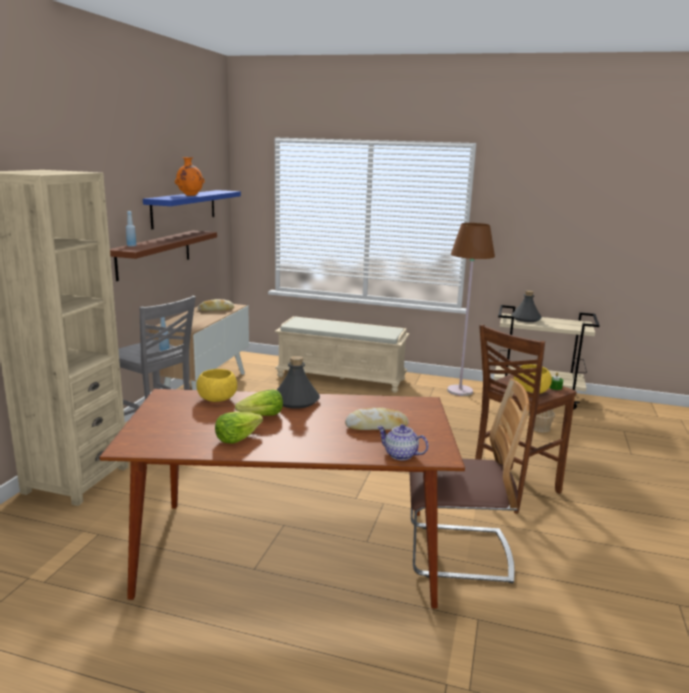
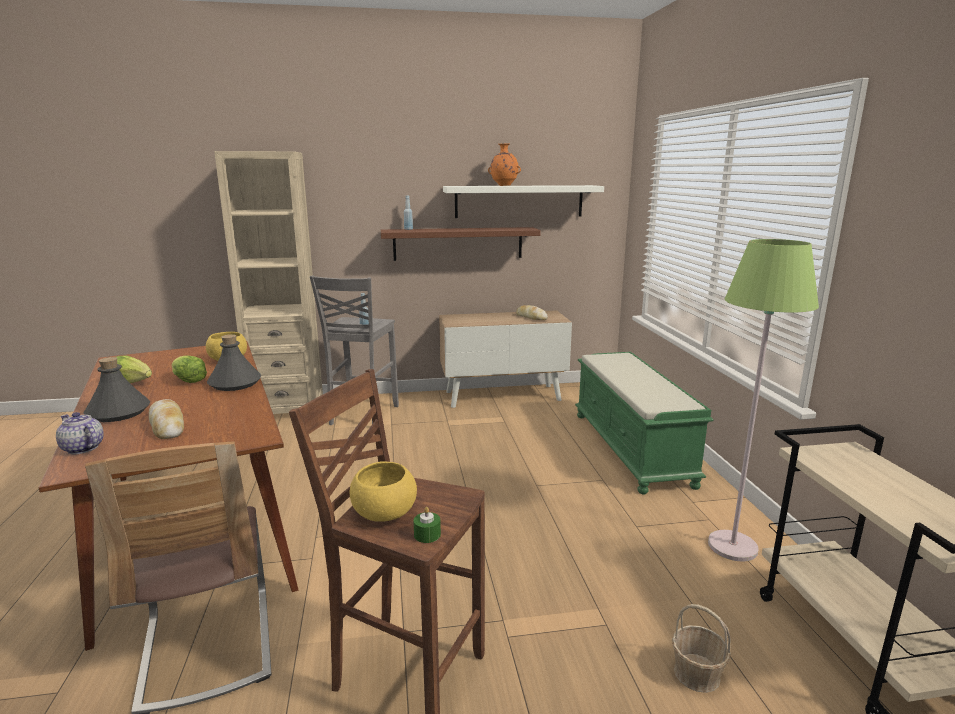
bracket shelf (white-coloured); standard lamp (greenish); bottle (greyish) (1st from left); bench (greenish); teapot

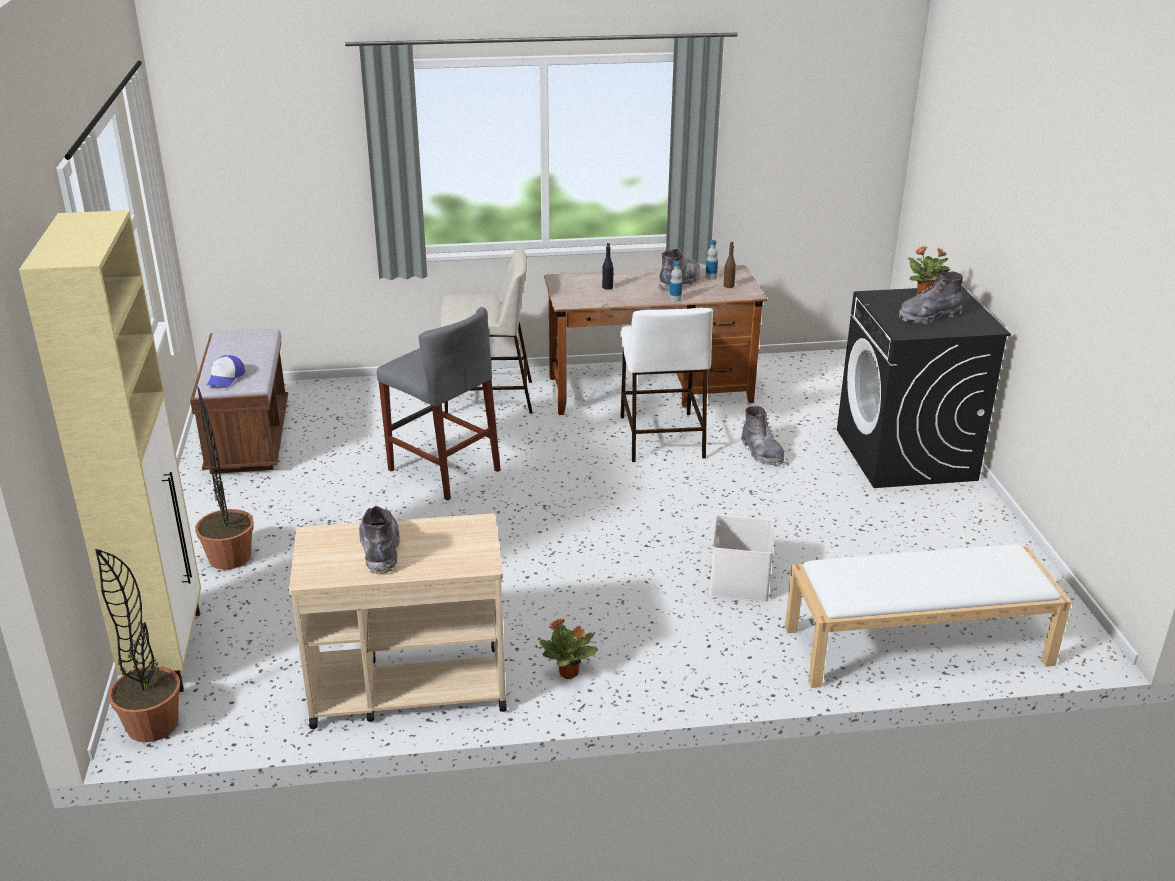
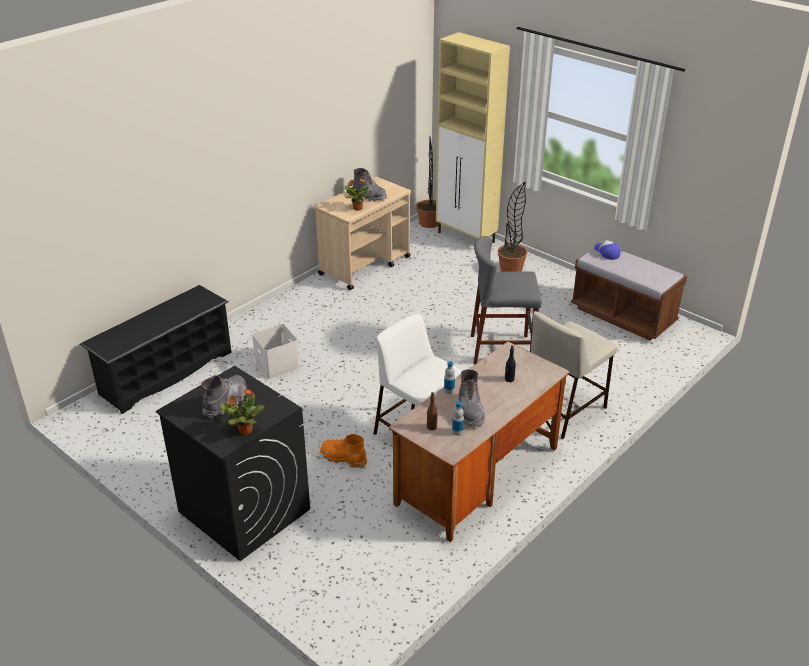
tall boot (orangey); shoe rack (blackish); houseplant (2nd from left)

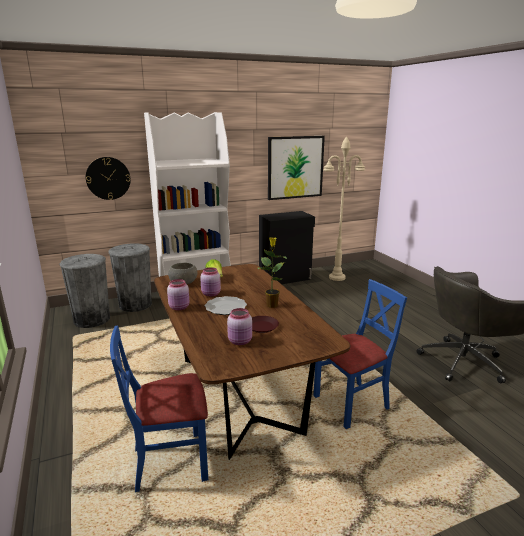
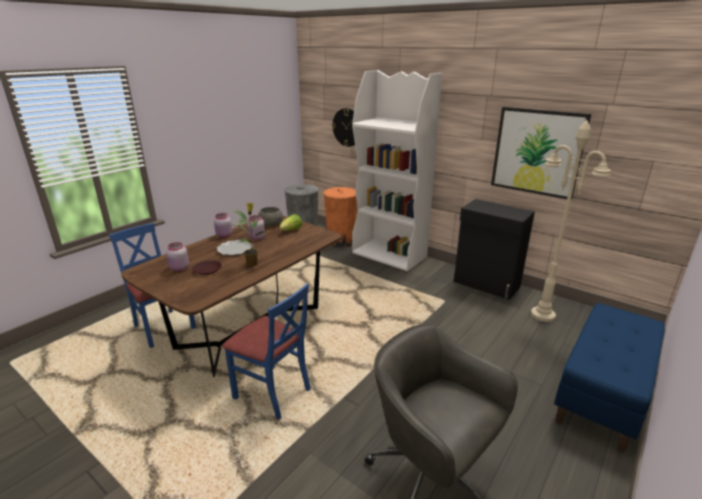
trash can (orangey); bench (bluish)

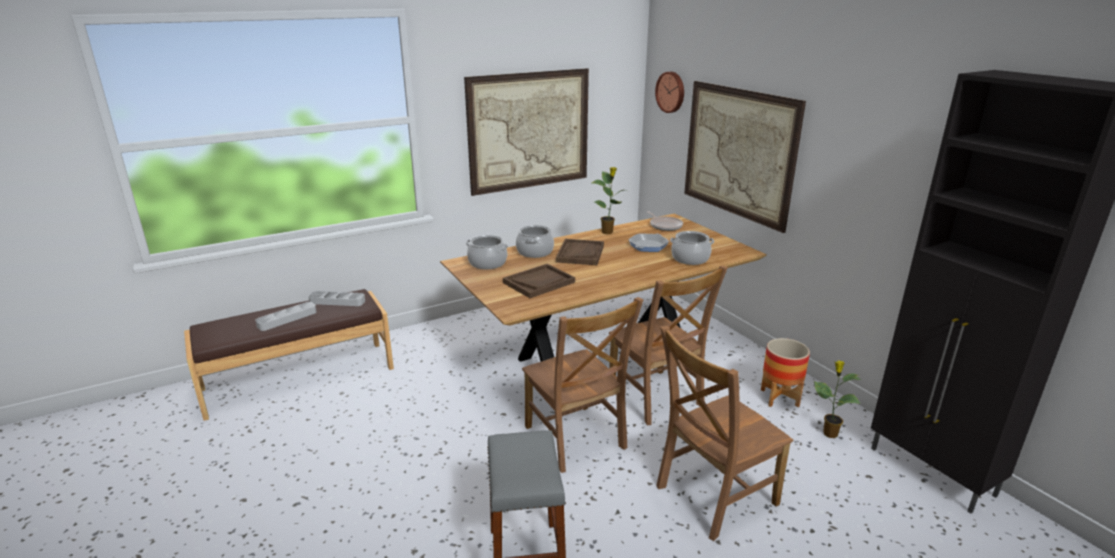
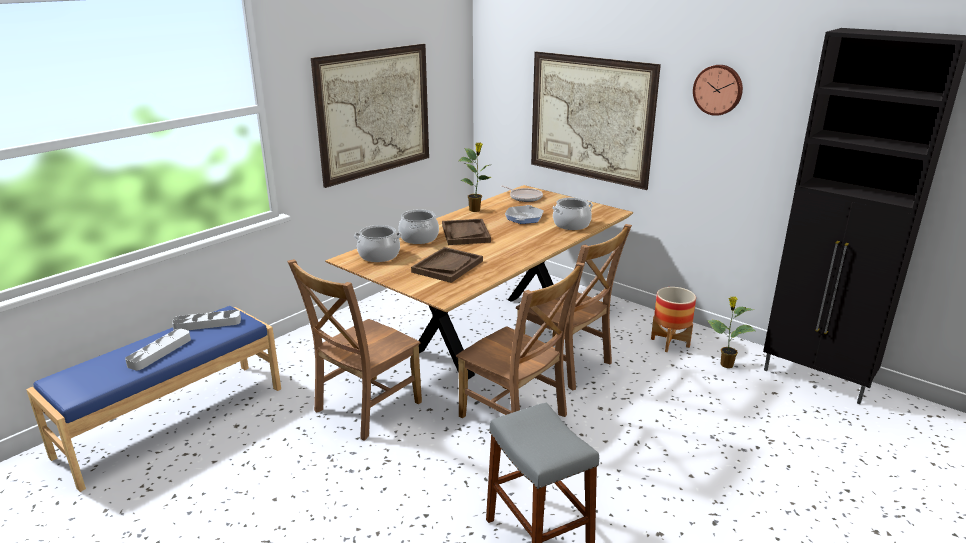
wall clock; bench (bluish); upright chair (brownish) (1st from left)

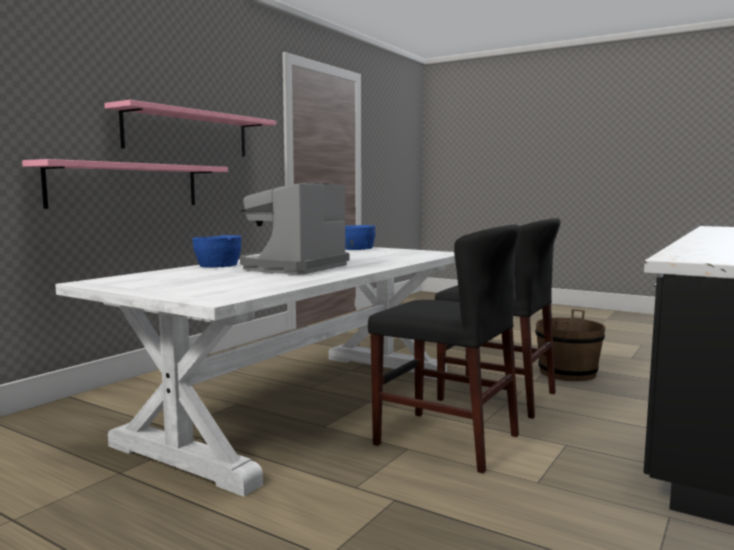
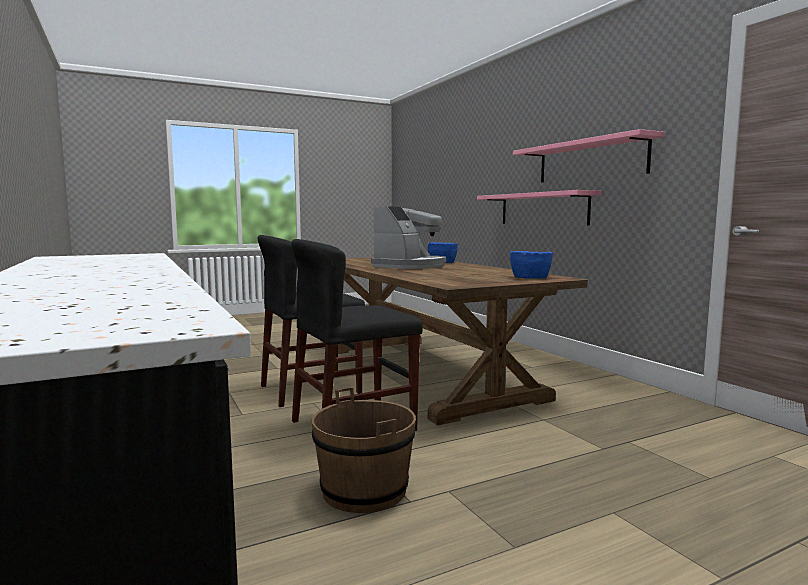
coffee brewer; dinner table (brownish)

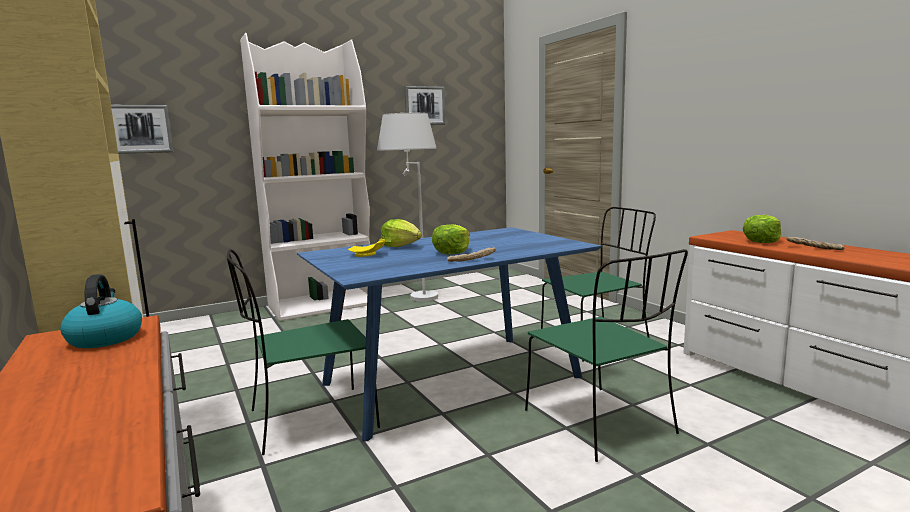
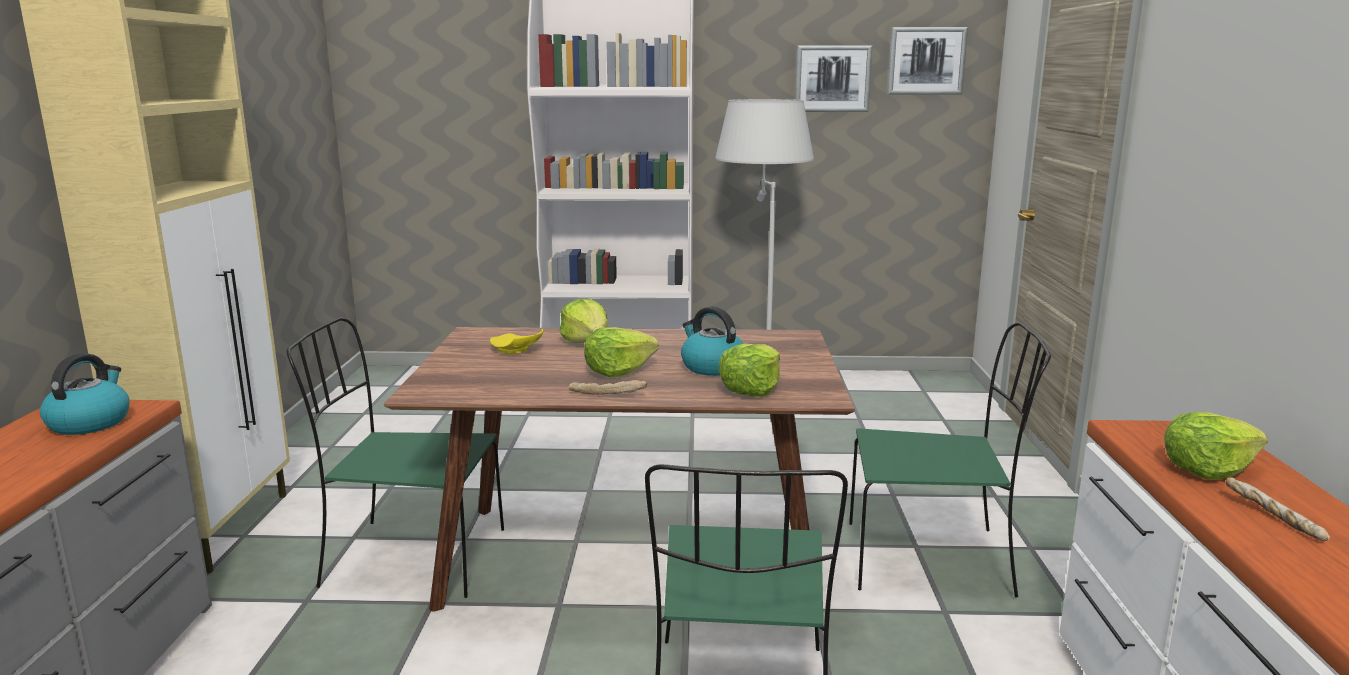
wall picture (2nd from left); dinner table (brownish); tea kettle (2nd from left); head of lettuce (3rd from left)

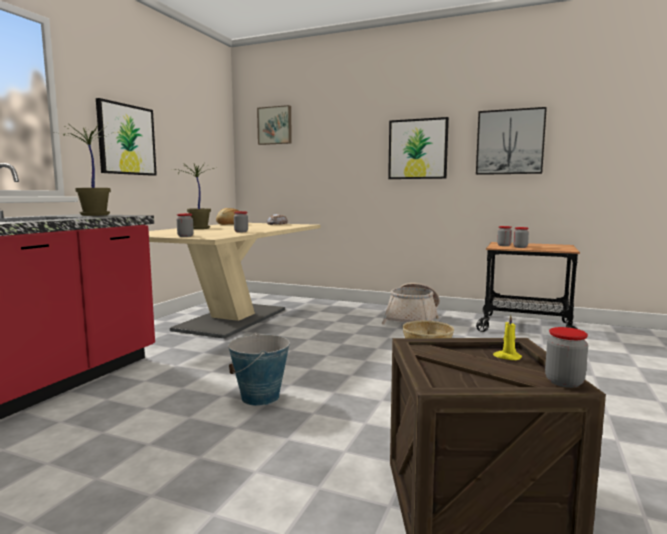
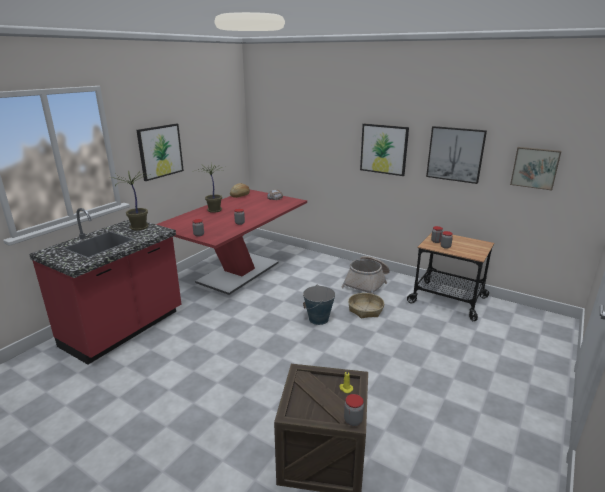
wall picture (4th from left); dinner table (reddish); pail

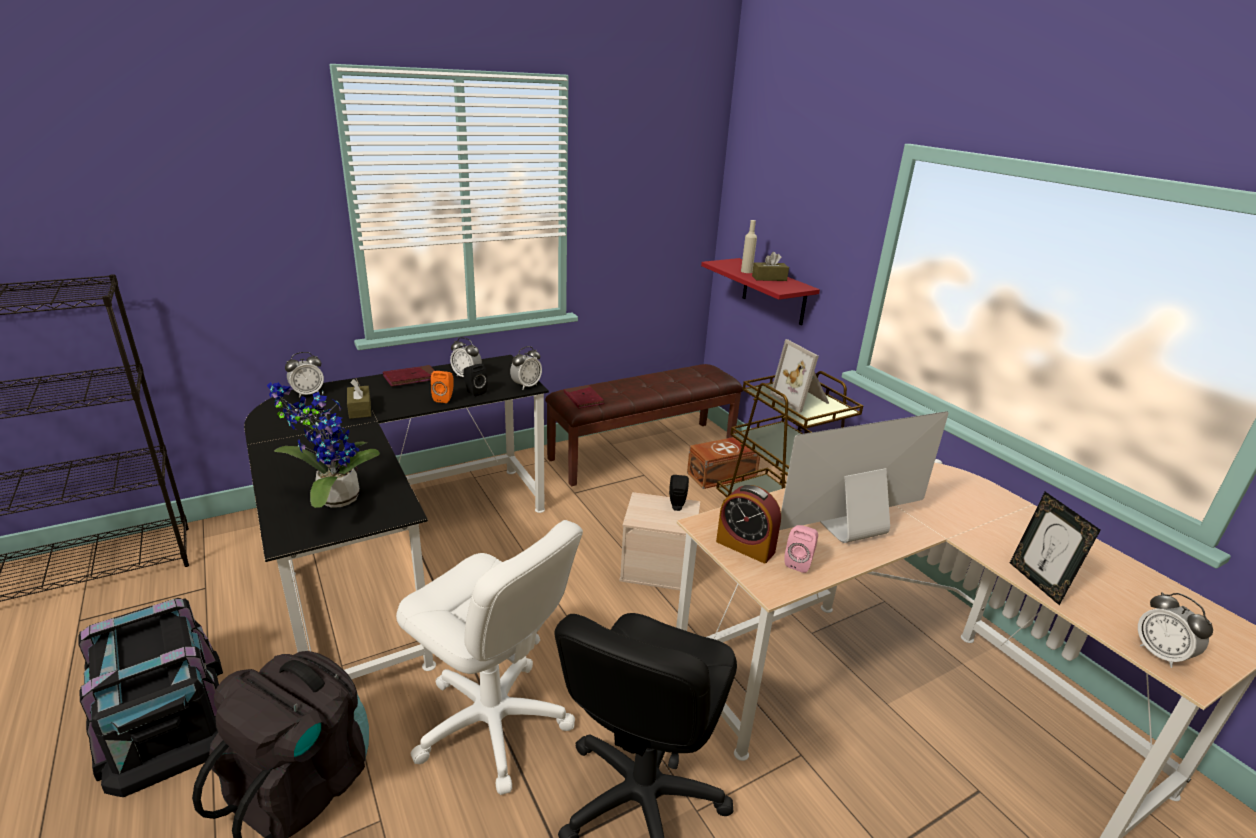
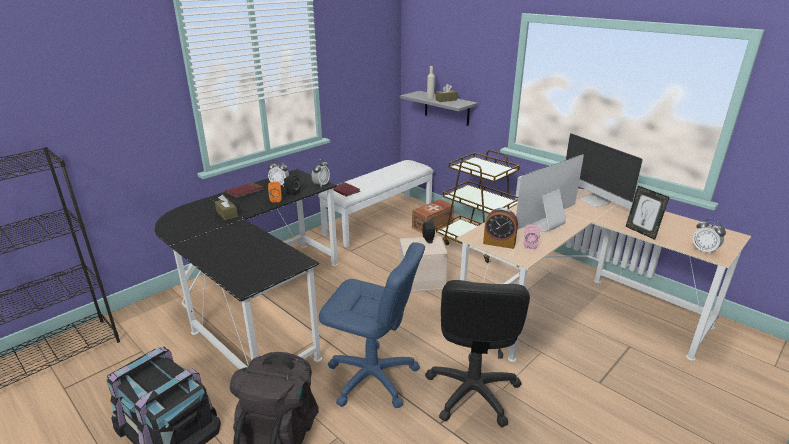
bracket shelf (greyish); photo frame (1st from left in the first image); bedside clock (1st from left in the first image); bench (white-coloured); houseplant; computer chair (bluish); monitor (2nd from left)

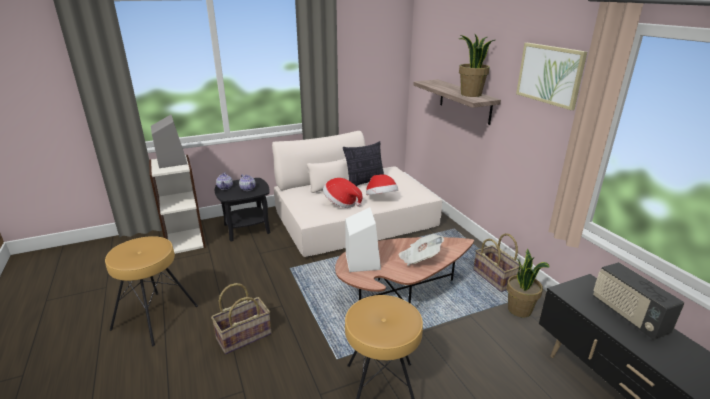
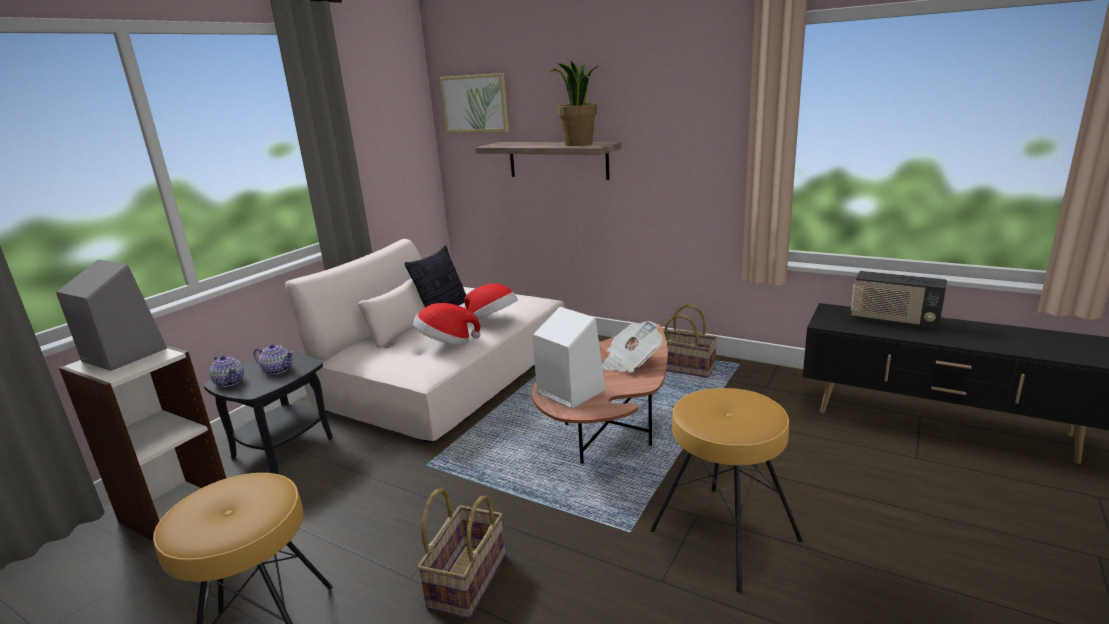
wall picture; houseplant (2nd from left in the first image)

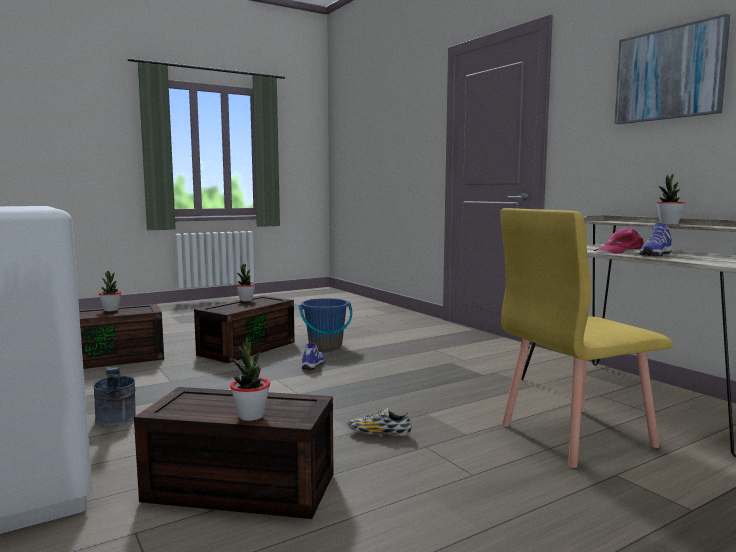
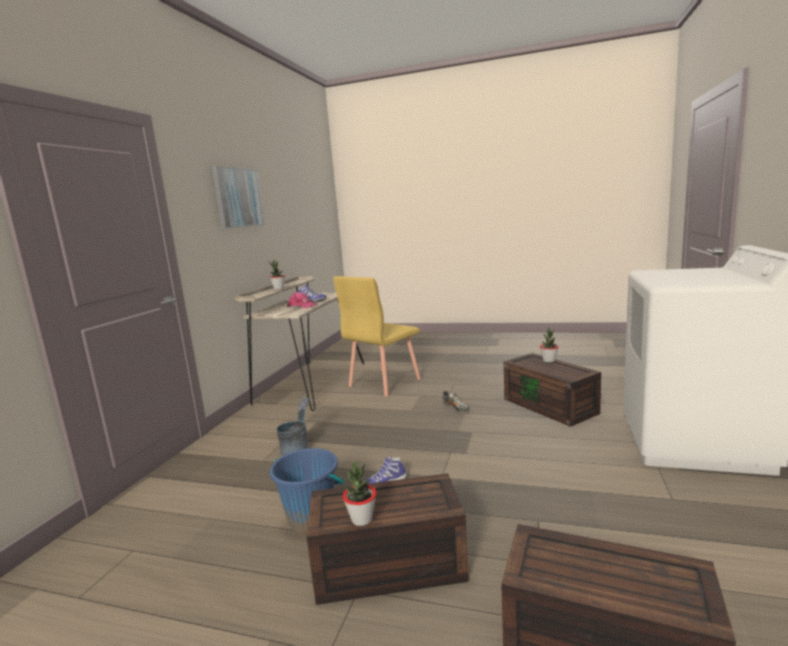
upright chair (yellowish); houseplant (1st from left in the first image); pail (greyish)

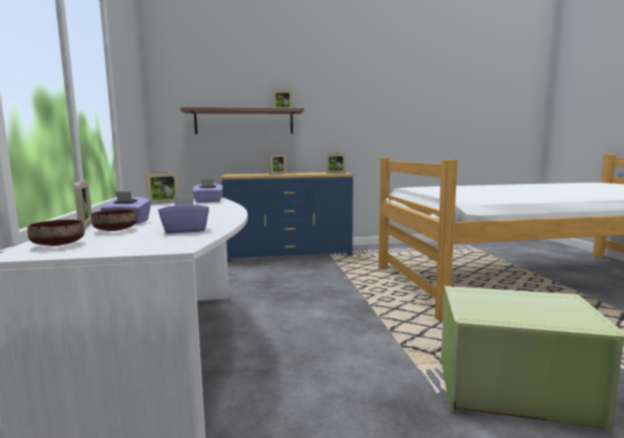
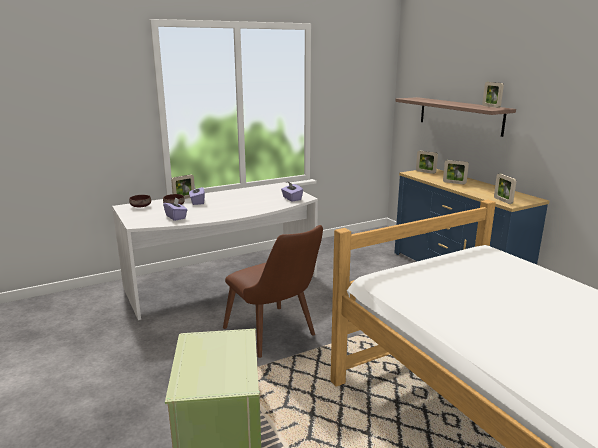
photo frame (2nd from left); upright chair (brownish)

